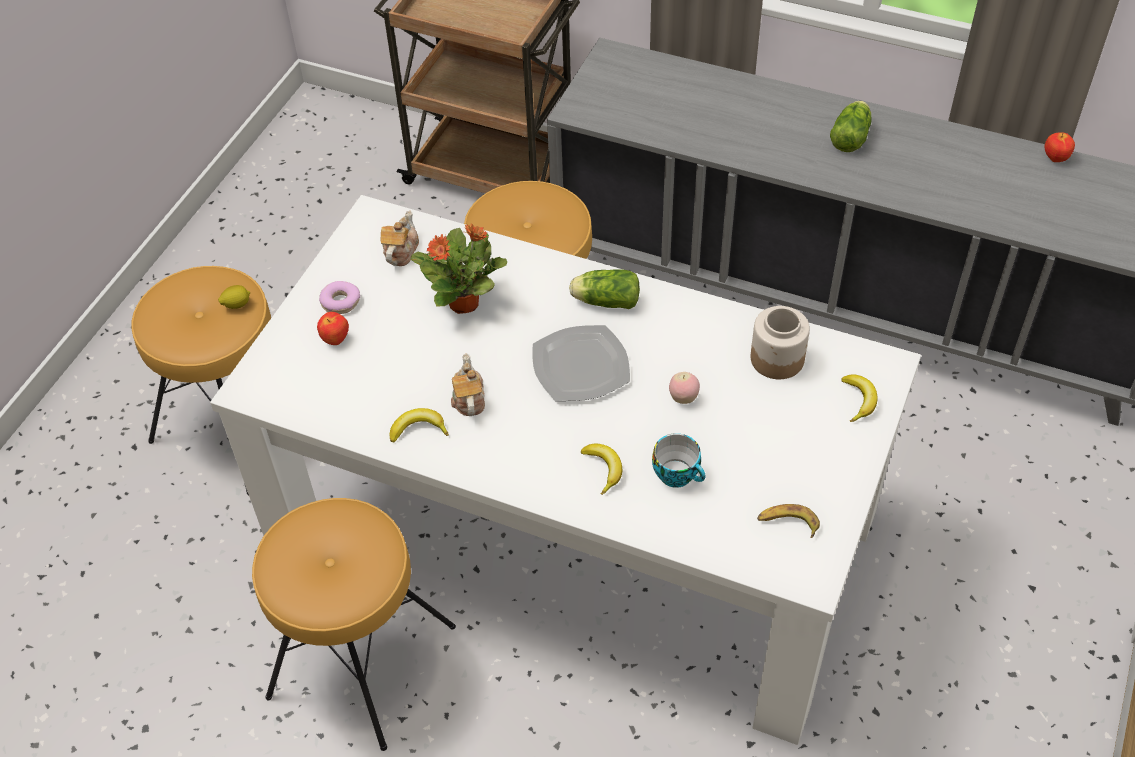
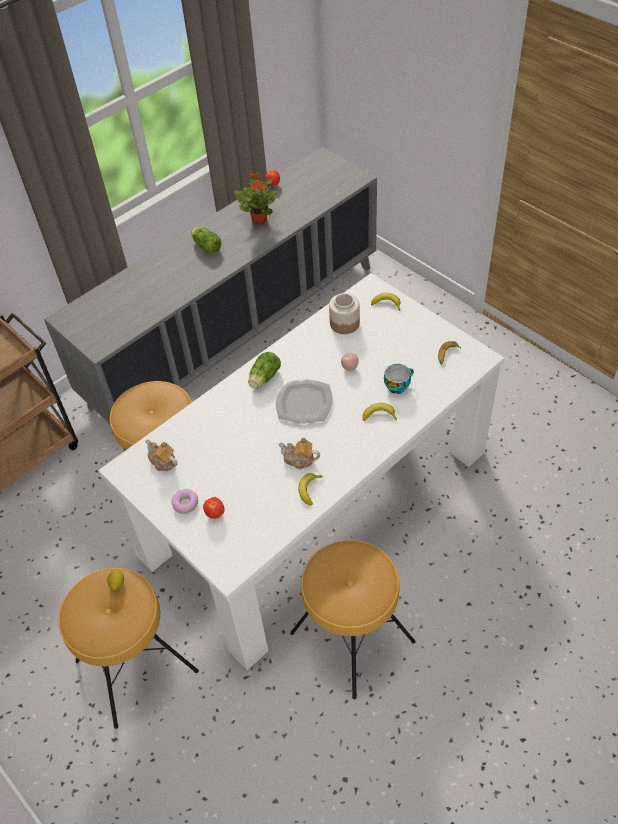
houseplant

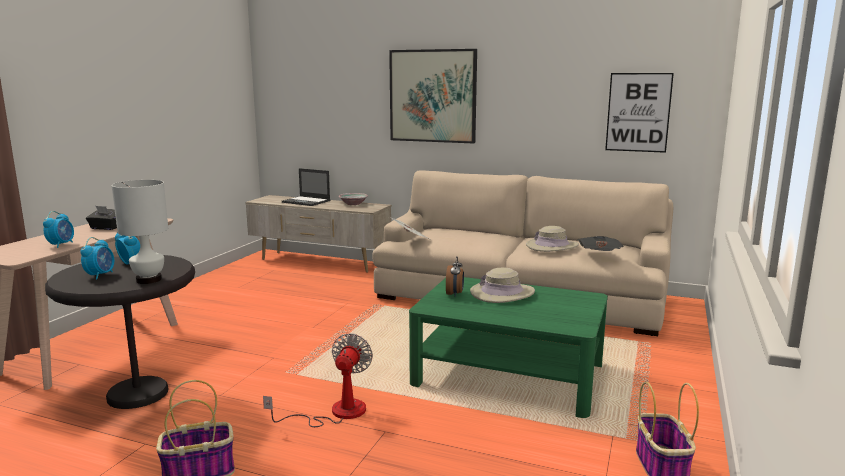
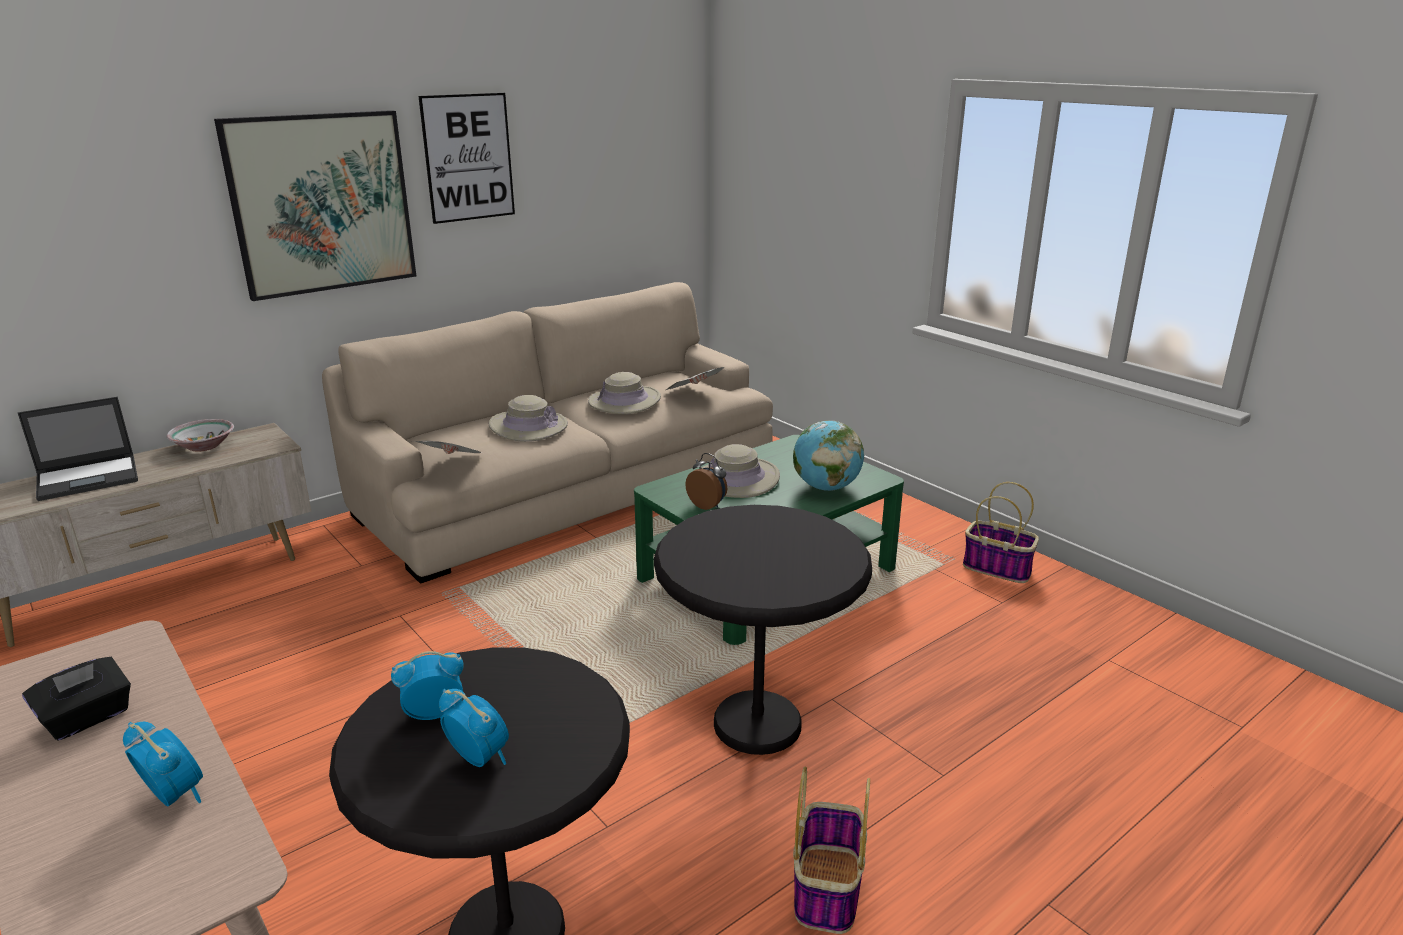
wall picture (2nd from left); lamp for a table (white-coloured); side table (blackish) (2nd from left); wearable hat (beige-coloured) (1st from left); globe

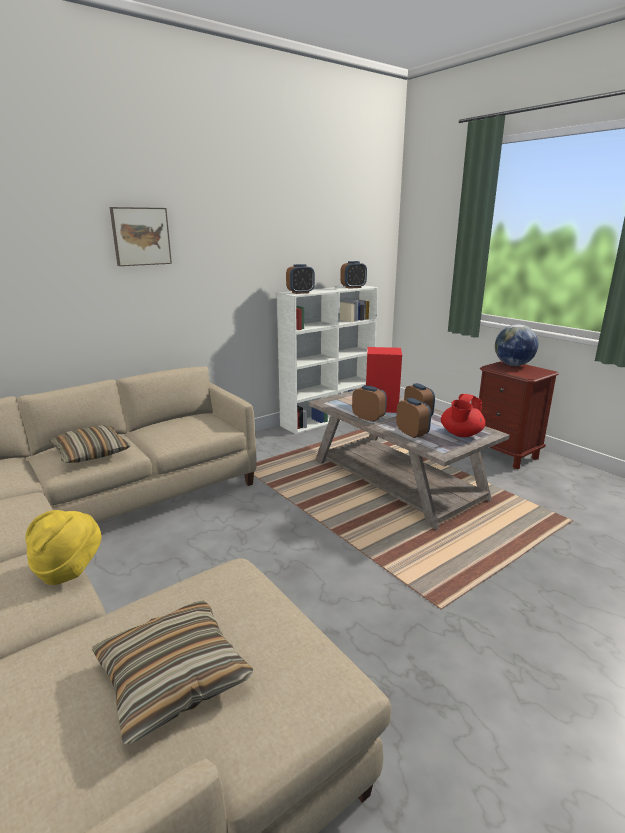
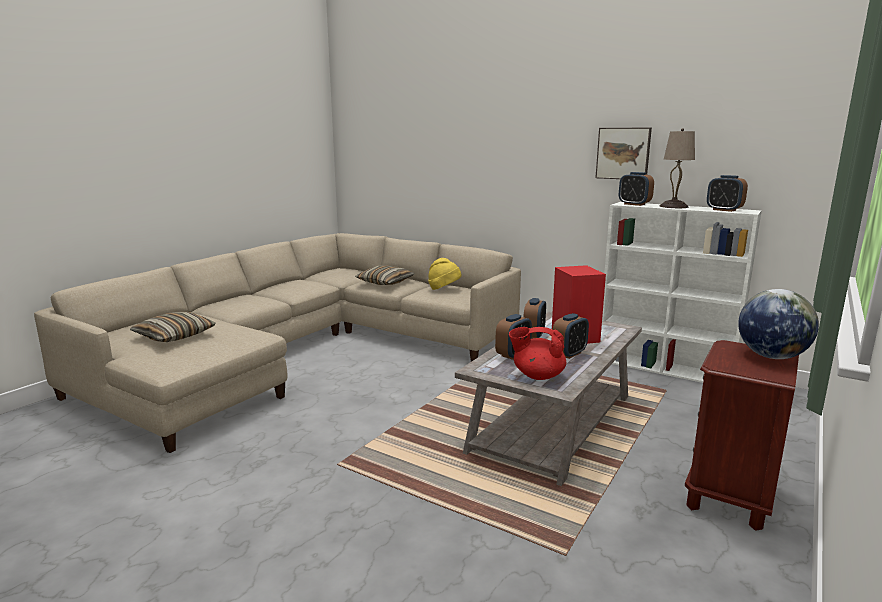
wall picture; wearable hat (yellowish); lamp for a table (beige-coloured)

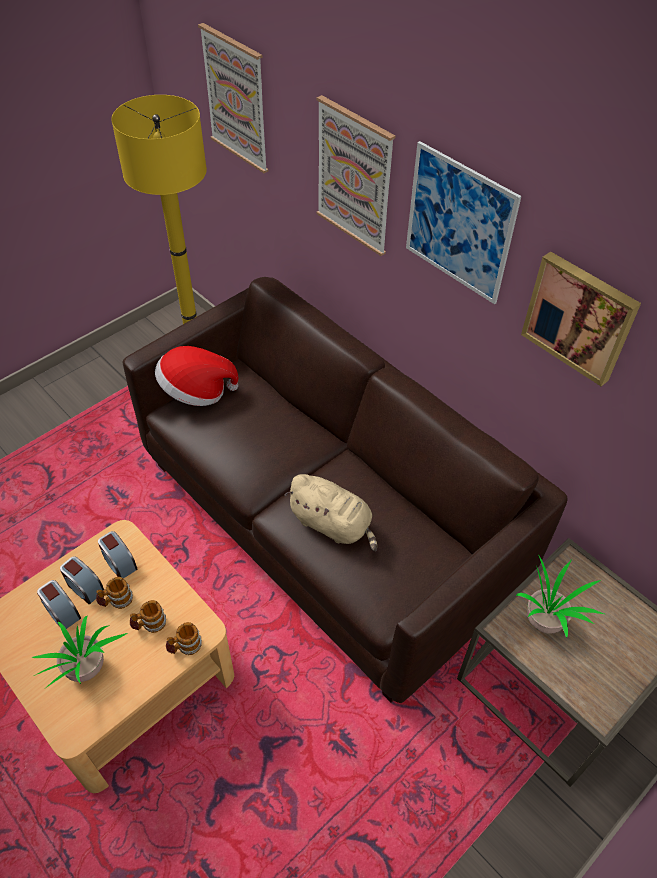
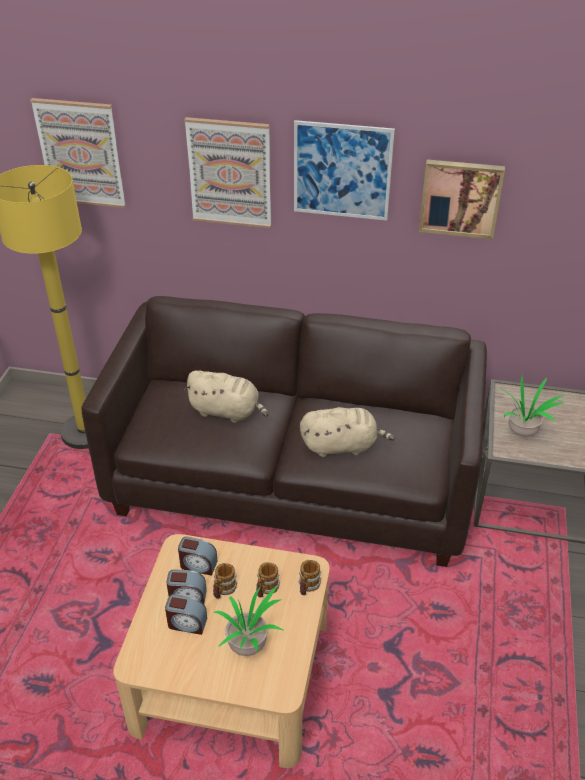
wearable hat; soft toy (beige-coloured) (1st from left)

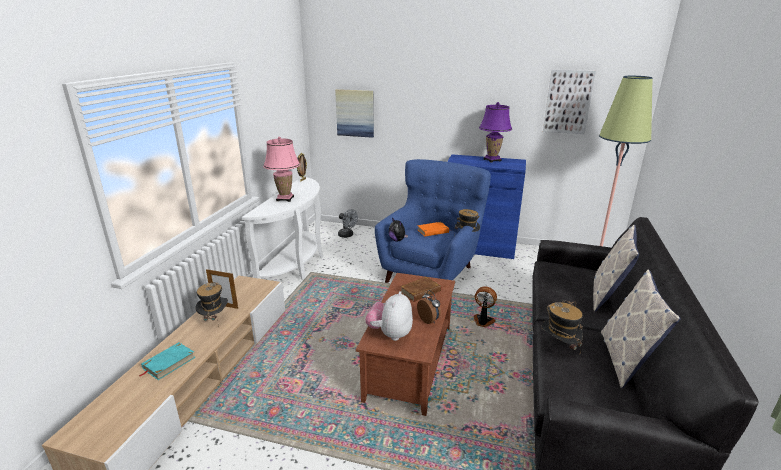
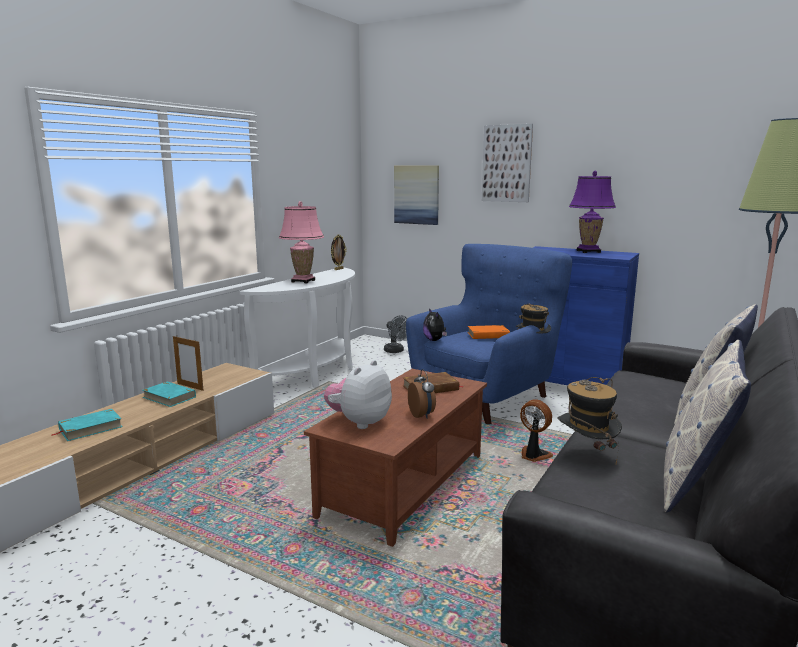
wall picture (2nd from left); bound book (turquoise) (2nd from left)

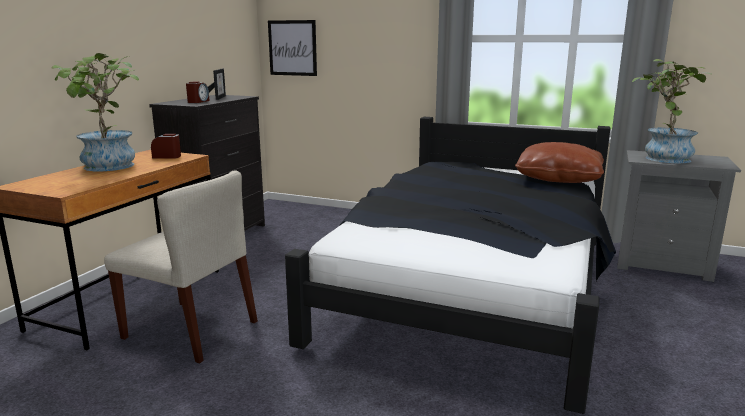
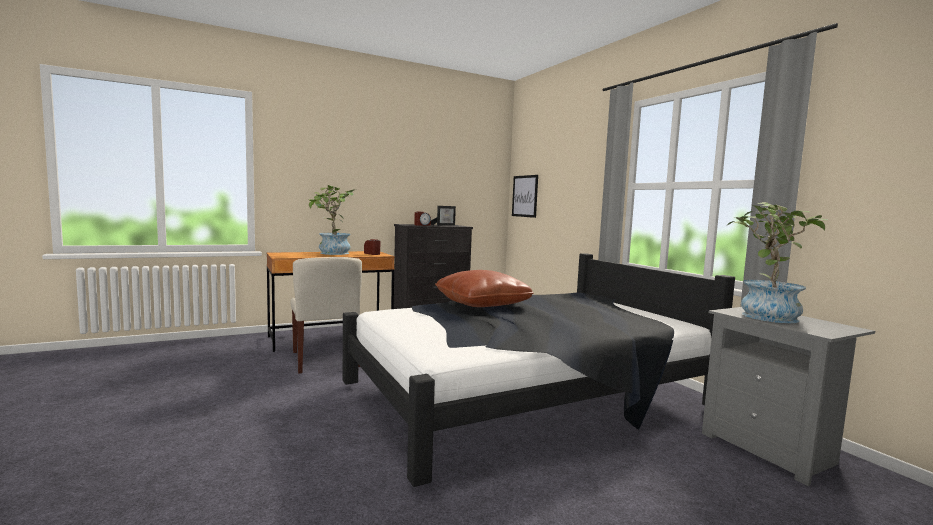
cushion (brownish)

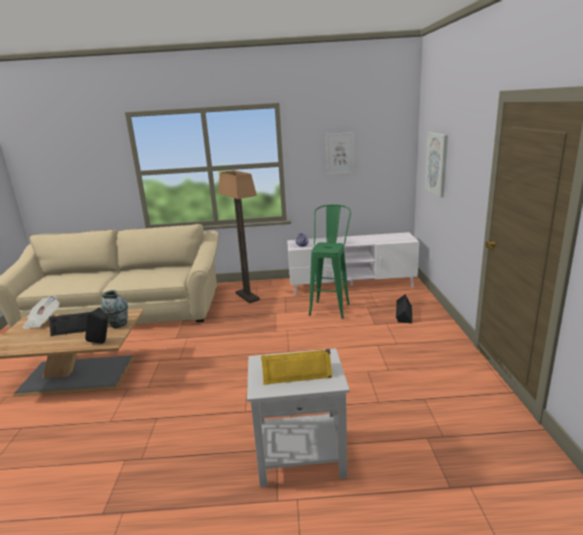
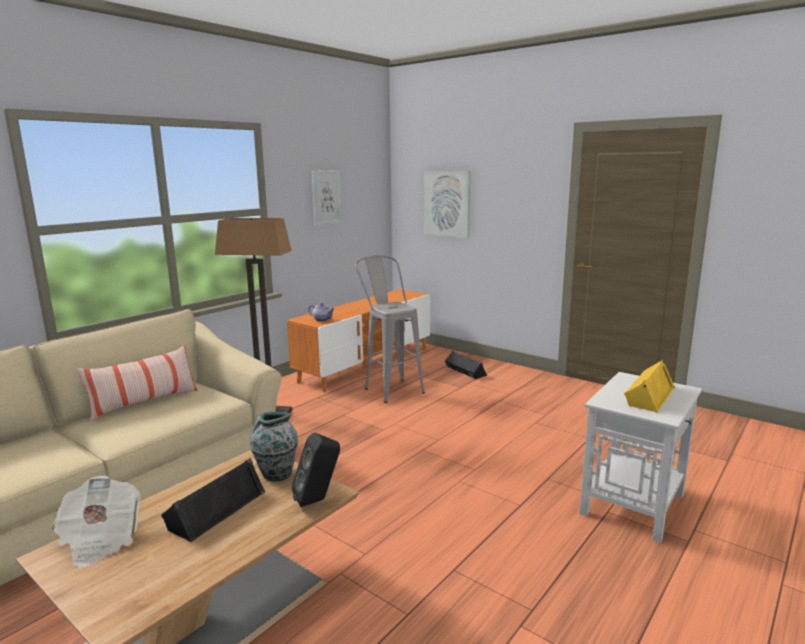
stool seat (greyish); tv stand (orangey); cushion

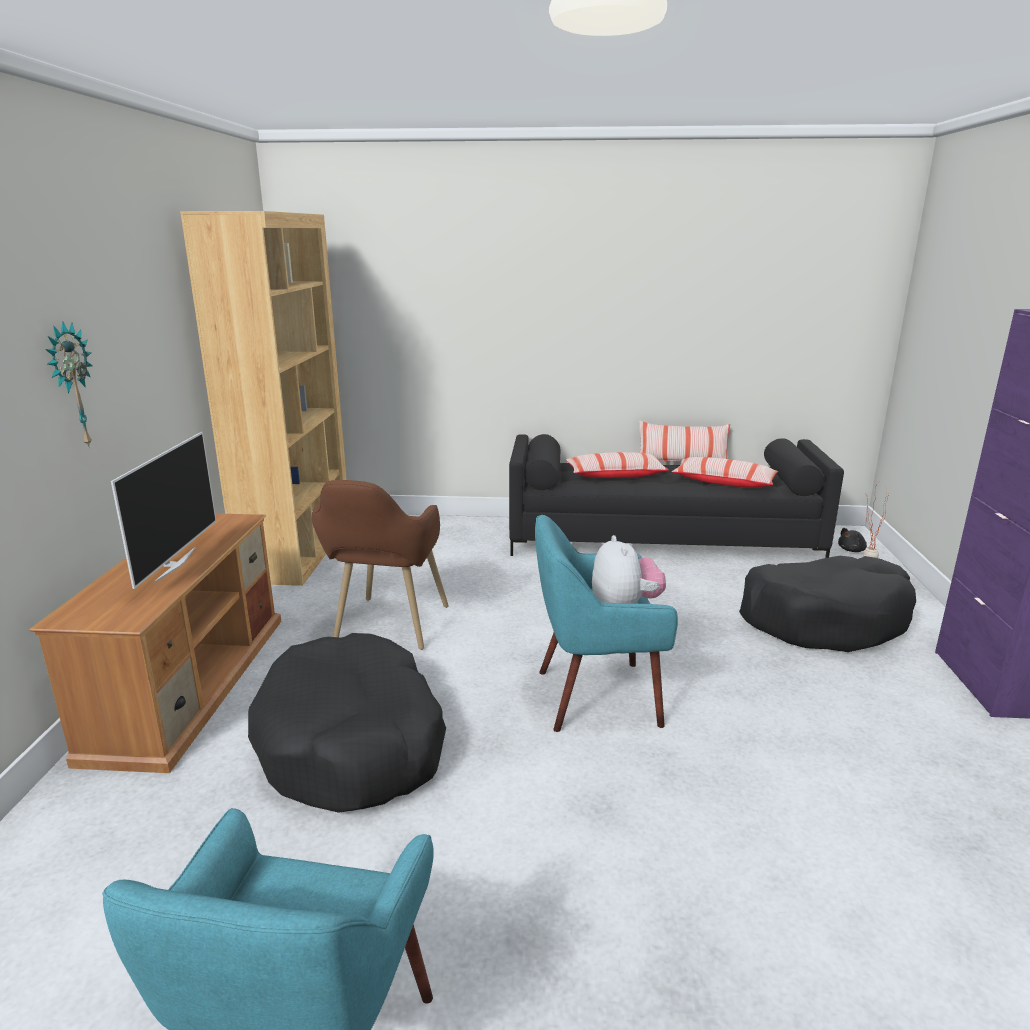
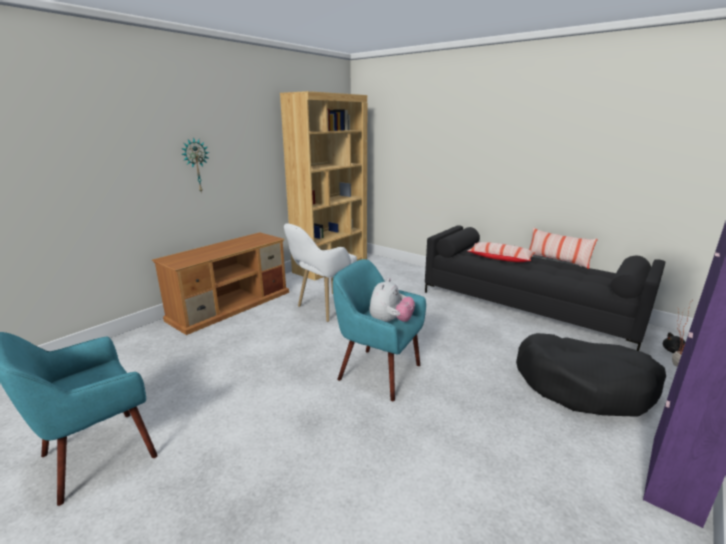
television; cushion (3rd from left in the first image); armchair (white-coloured); pet bed (blackish) (1st from left in the first image)

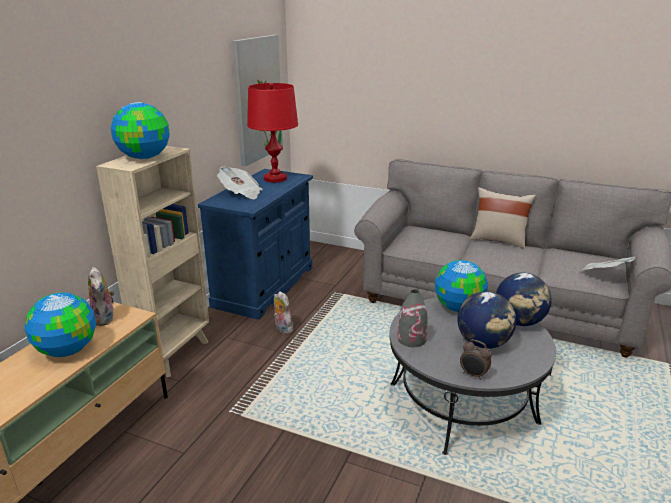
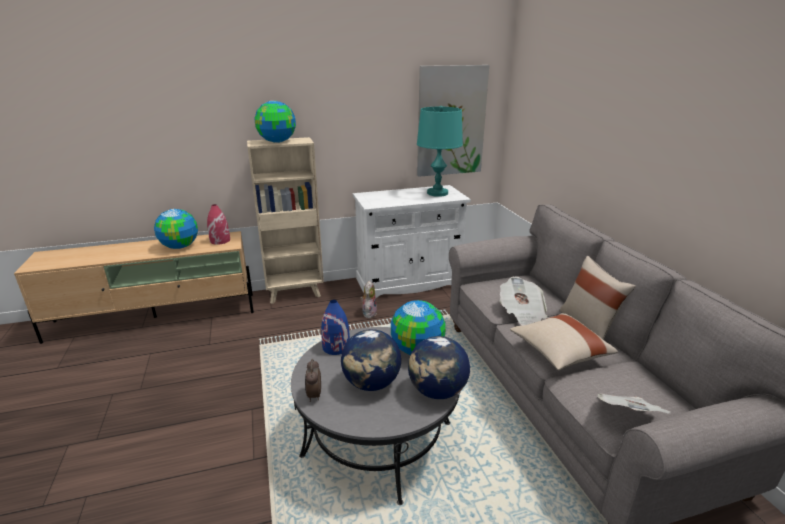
lamp for a table (turquoise); newspaper (1st from left); cabinet (white-coloured); flower vase (reddish); flower vase (bluish); cushion (beige-coloured) (1st from left)

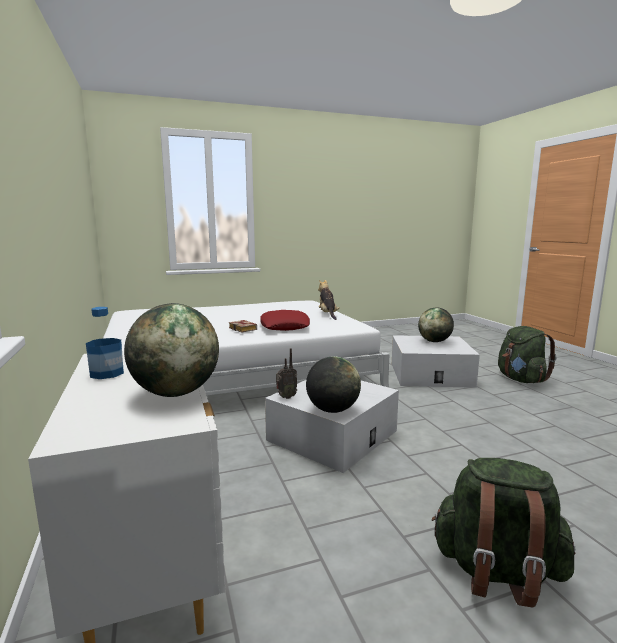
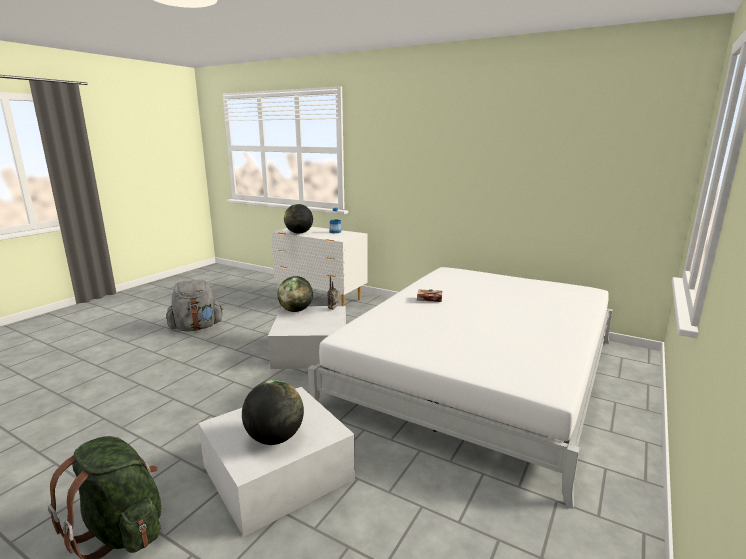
soft toy; cushion (reddish); backpack (greyish)

